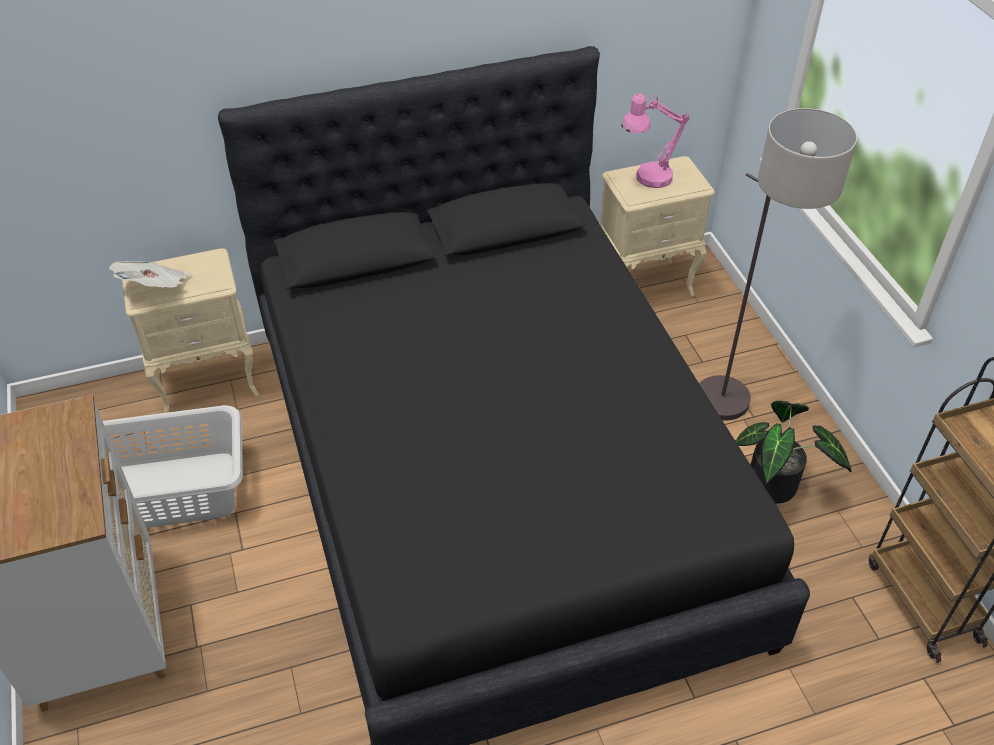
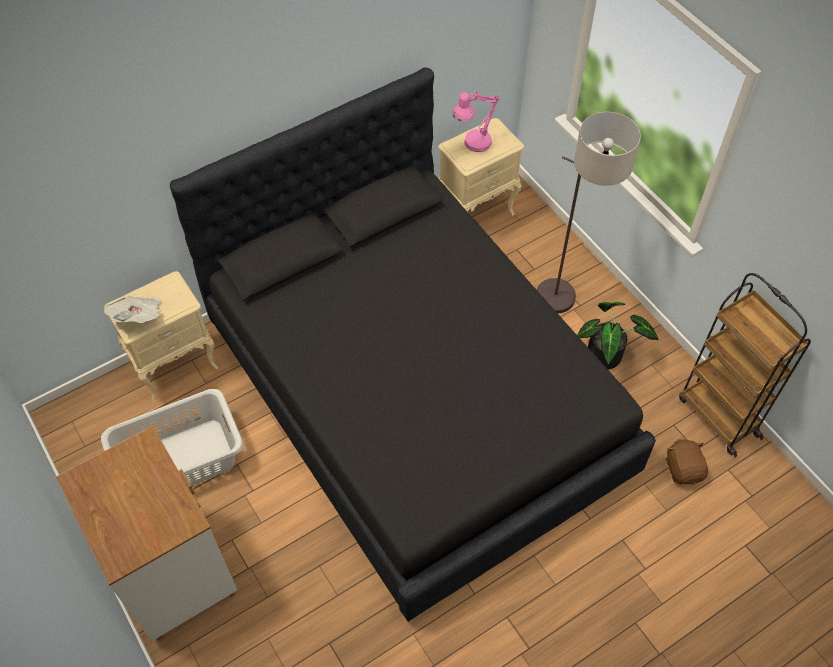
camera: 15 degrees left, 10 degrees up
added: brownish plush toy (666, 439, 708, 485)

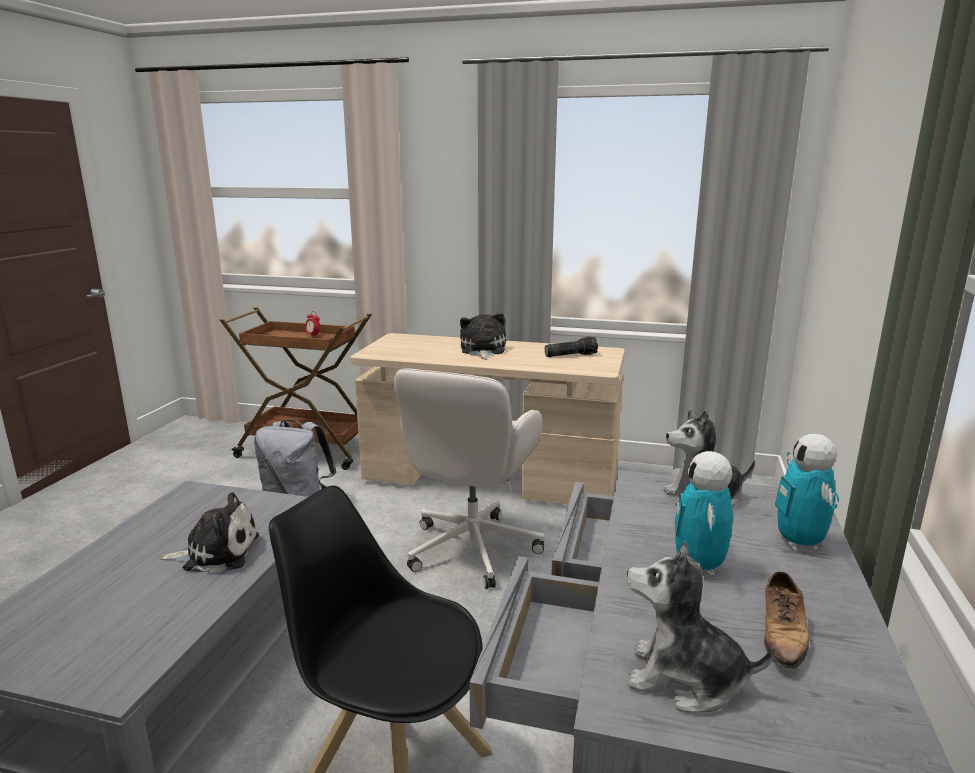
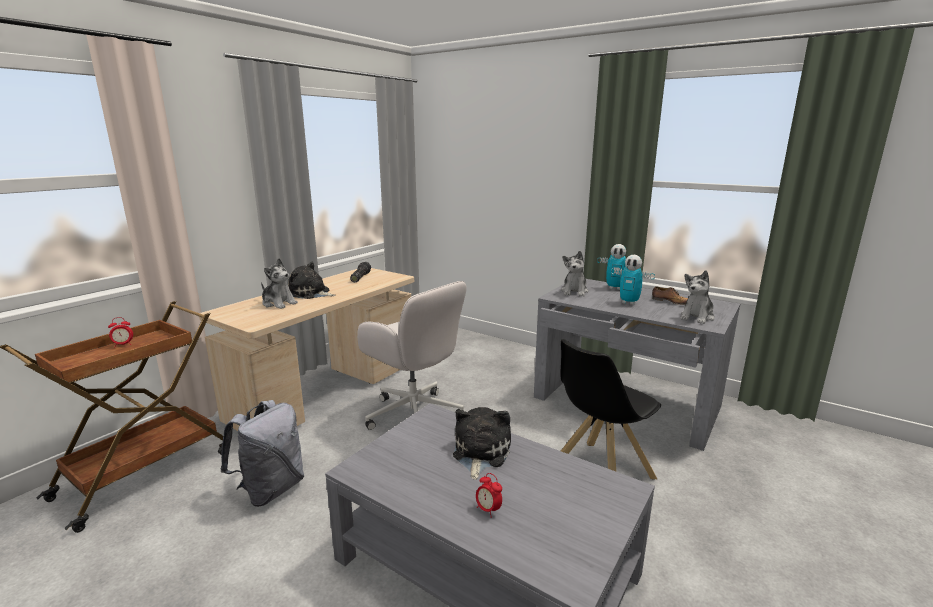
camera: 70 degrees left, 0 degrees up
added: plush toy (261, 258, 298, 309); table clock (476, 473, 502, 518)

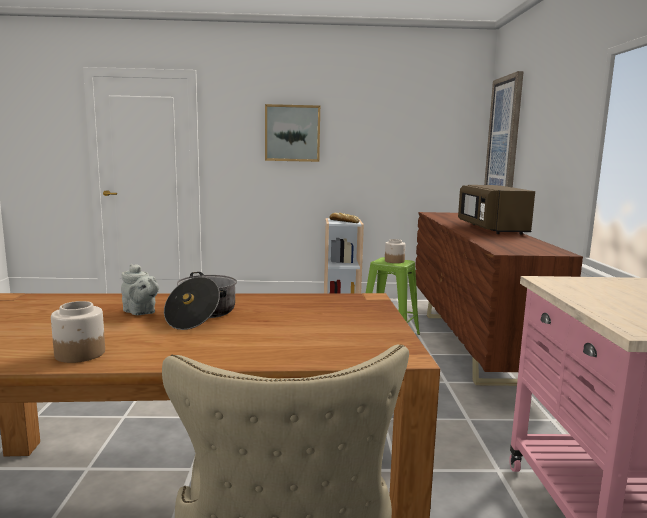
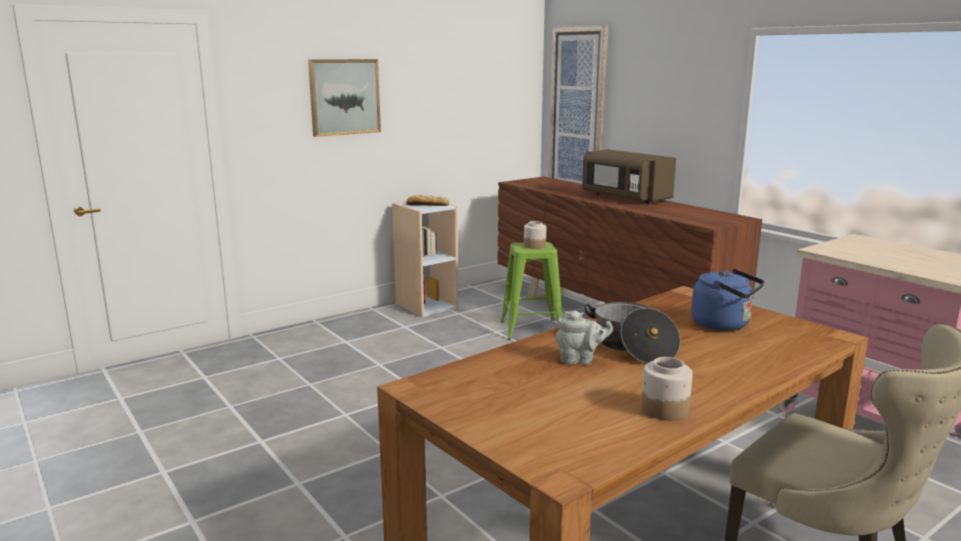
camera: 35 degrees left, 5 degrees up
added: blue-coloured kettle (691, 269, 764, 331)

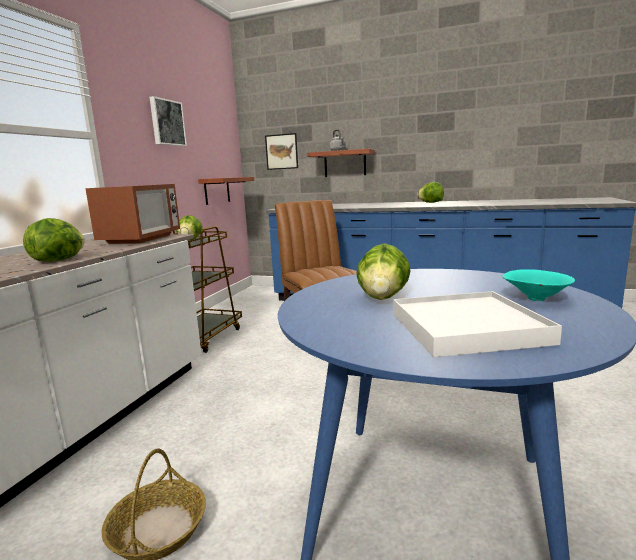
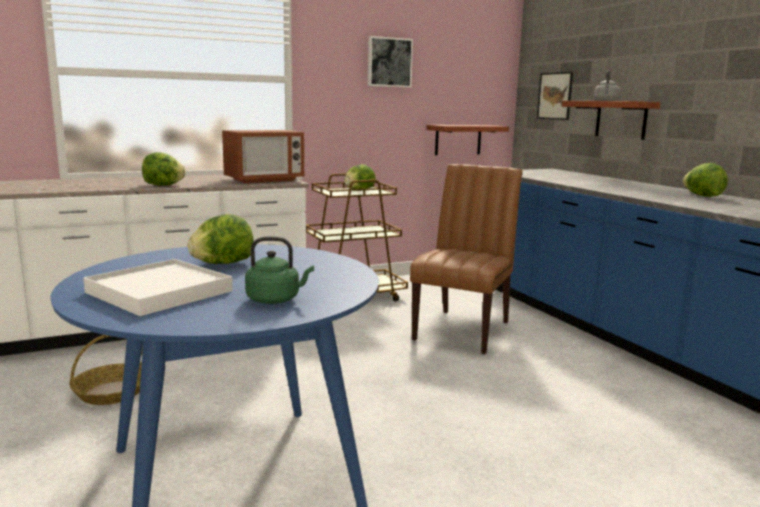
camera: 45 degrees right, 0 degrees up
replaced: blue-green bowl (502, 269, 575, 301) to greenish kettle (245, 237, 314, 304)

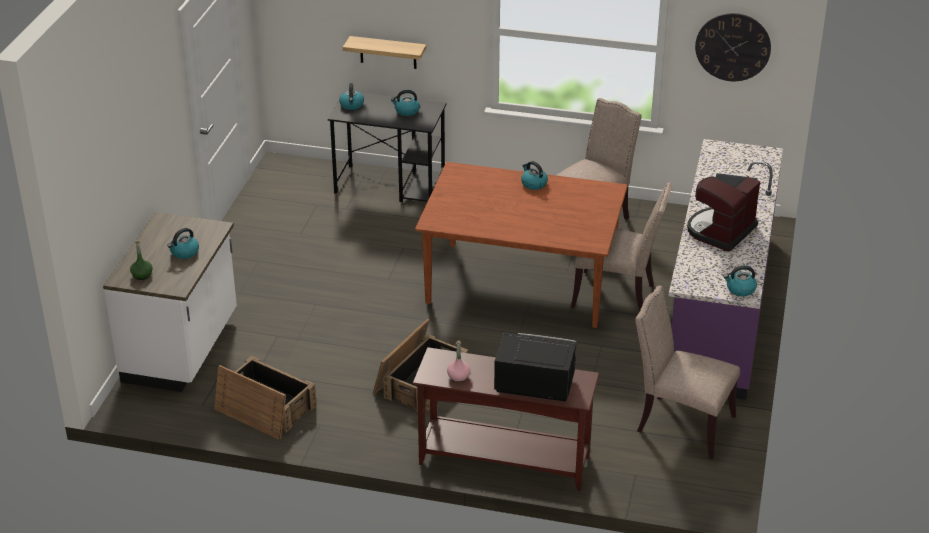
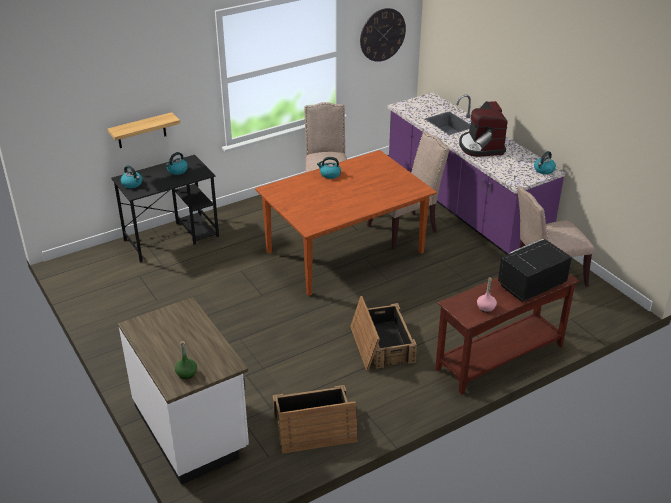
camera: 45 degrees left, 0 degrees up
removed: kettle (167, 228, 199, 259)

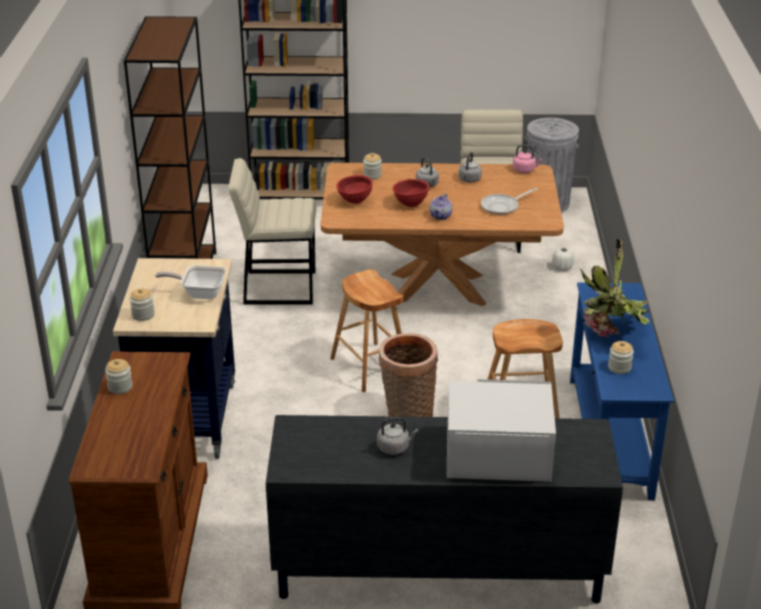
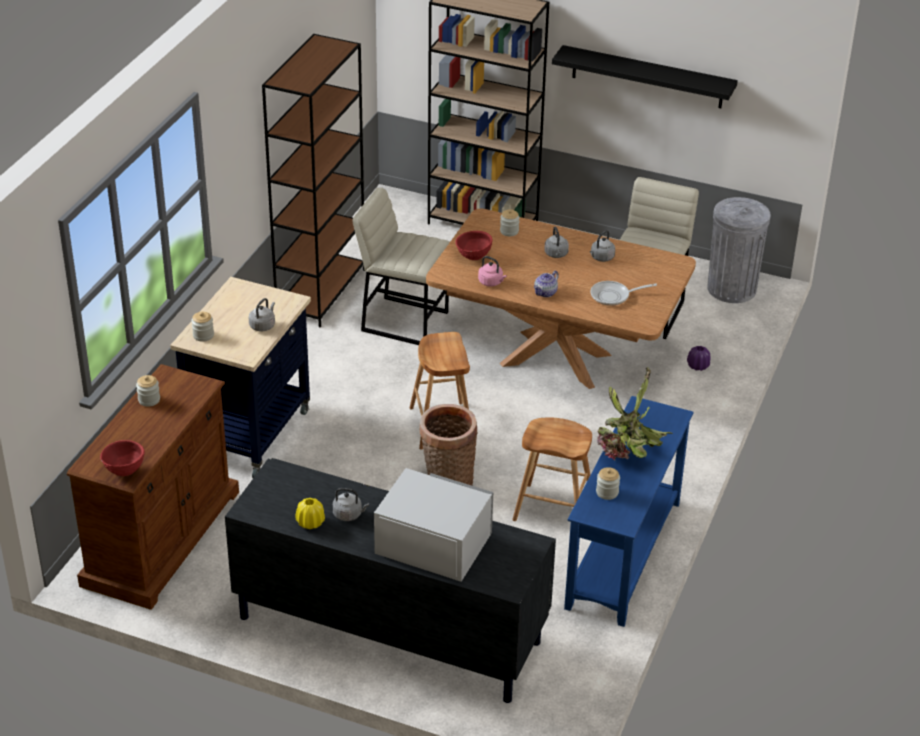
camera: 20 degrees right, 5 degrees up
added: black bracket shelf (552, 45, 738, 108); yellow flower vase (295, 498, 325, 529)
moved: pinkish kettle (513, 145, 542, 173) to (478, 256, 507, 287); red bowl (393, 179, 429, 207) to (100, 440, 145, 476)
replaced: frying pan (155, 266, 226, 299) to greyish kettle (249, 298, 275, 331)
recoloured: white-coloured flower vase (552, 248, 574, 271) to purple-coloured flower vase (687, 346, 711, 371)

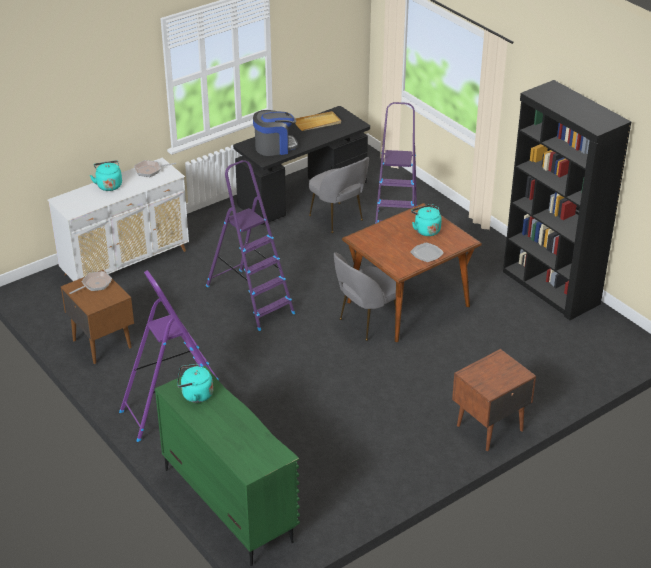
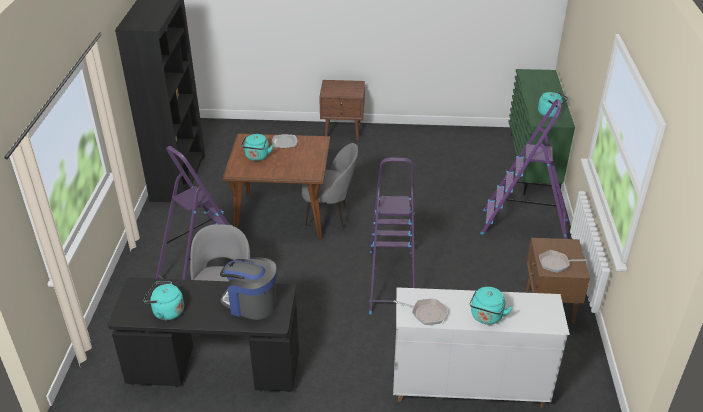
camera: 140 degrees left, 0 degrees up
replaced: sand-coloured tray (295, 111, 341, 131) to blue-green kettle (143, 281, 184, 320)

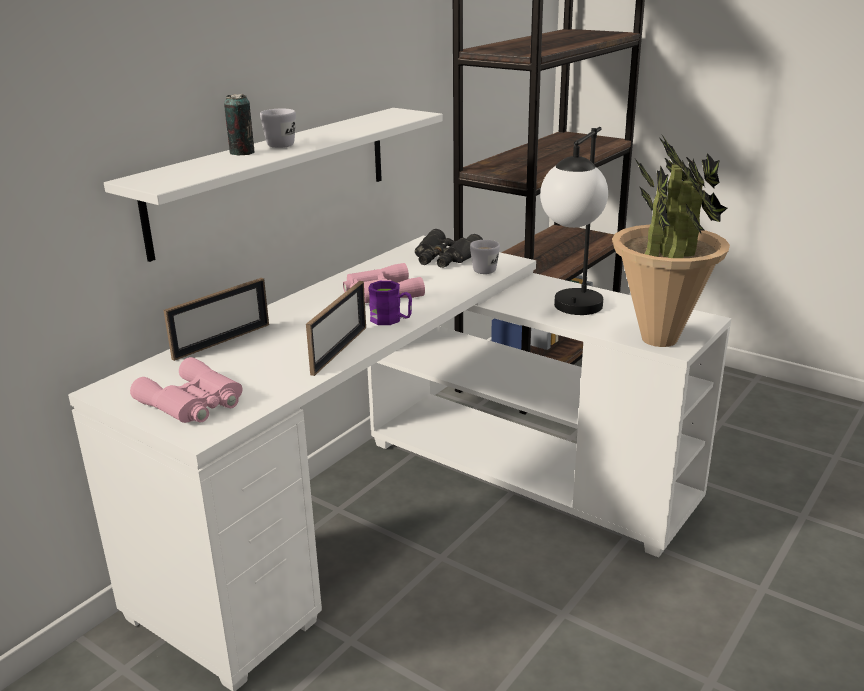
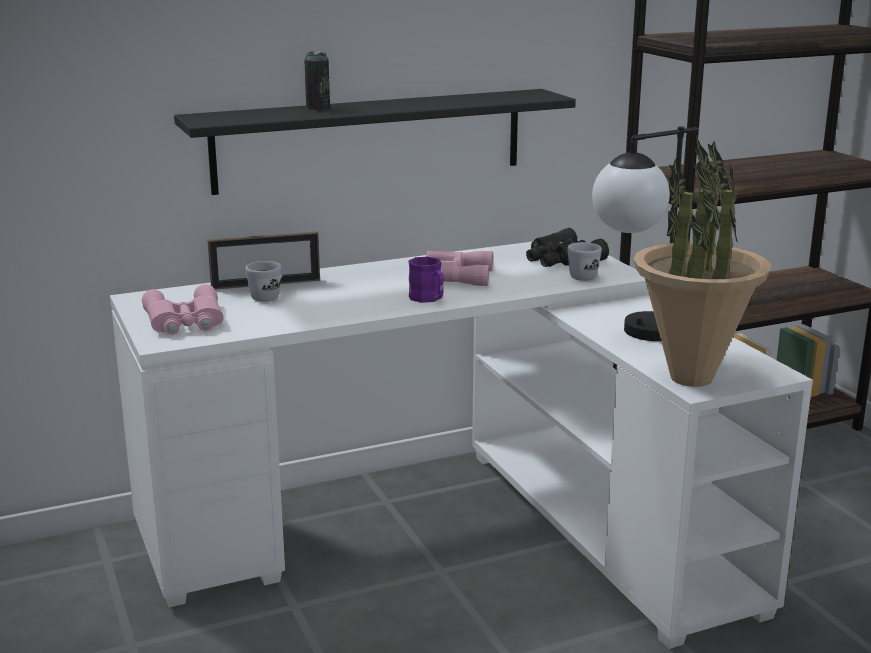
camera: 30 degrees right, 5 degrees down
removed: standing frame (306, 281, 366, 376)
moved: white-coloured tea mug (260, 109, 296, 148) to (245, 261, 283, 302)
recoloured: white-coloured bracket shelf (104, 108, 443, 262) to black bracket shelf (174, 89, 576, 195)

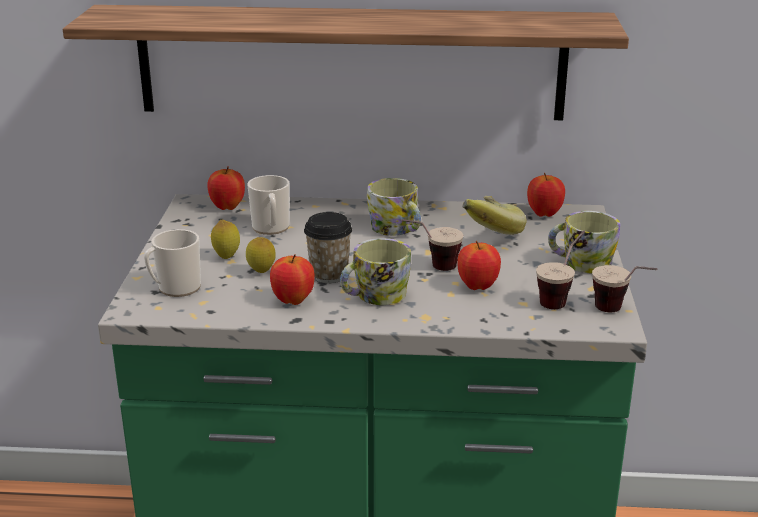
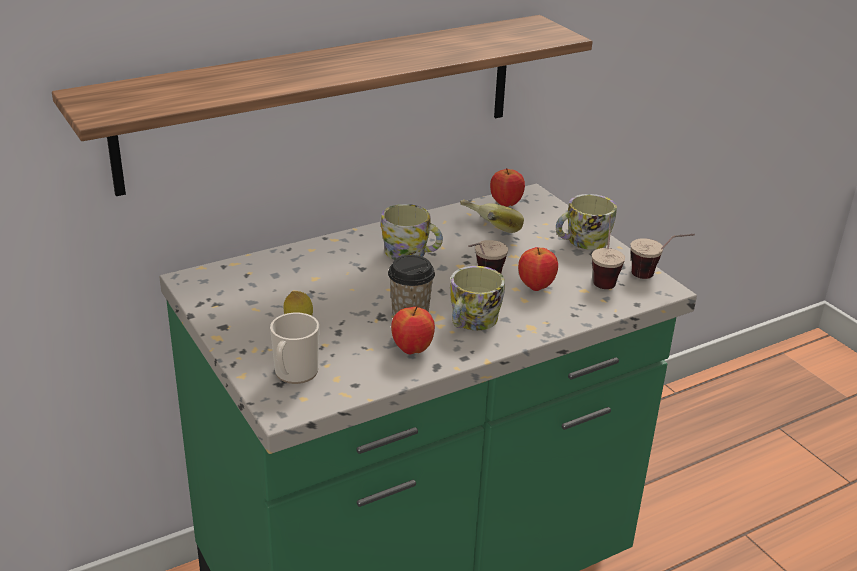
camera: 35 degrees left, 5 degrees up
removed: apple fruit (207, 167, 245, 210); tea mug (248, 175, 290, 235); lemon (246, 237, 276, 273)

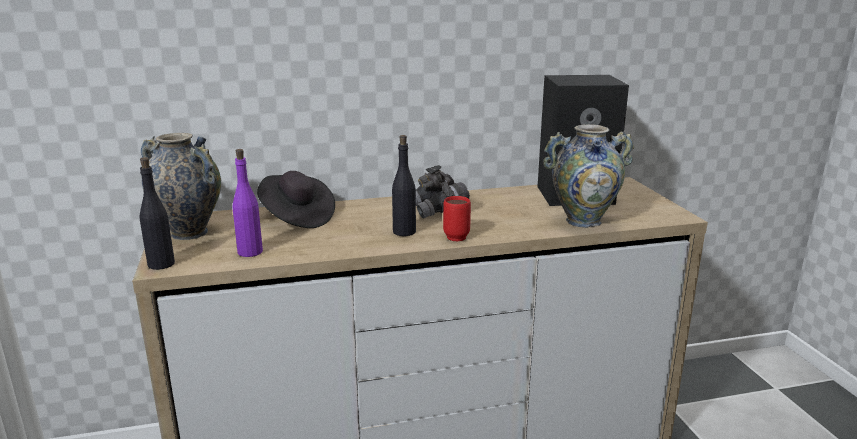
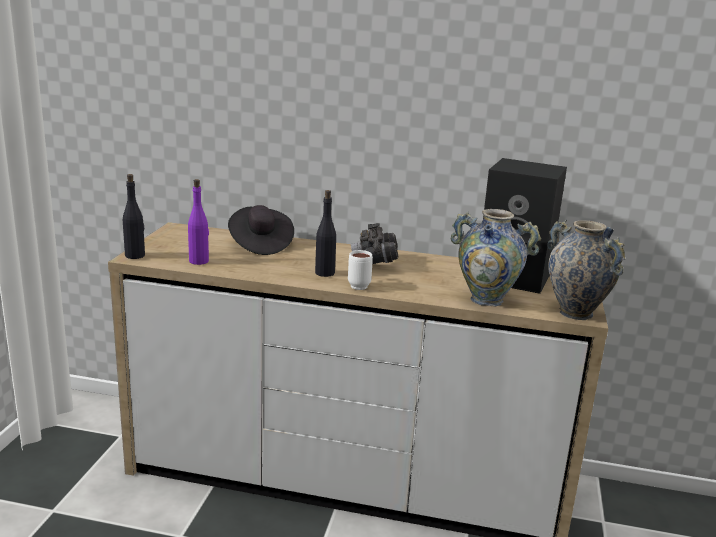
camera: 25 degrees right, 0 degrees up
moved: flower vase (141, 133, 221, 240) to (547, 220, 625, 320)
recoloured: red tea mug (443, 196, 471, 241) to white-coloured tea mug (348, 250, 373, 290)

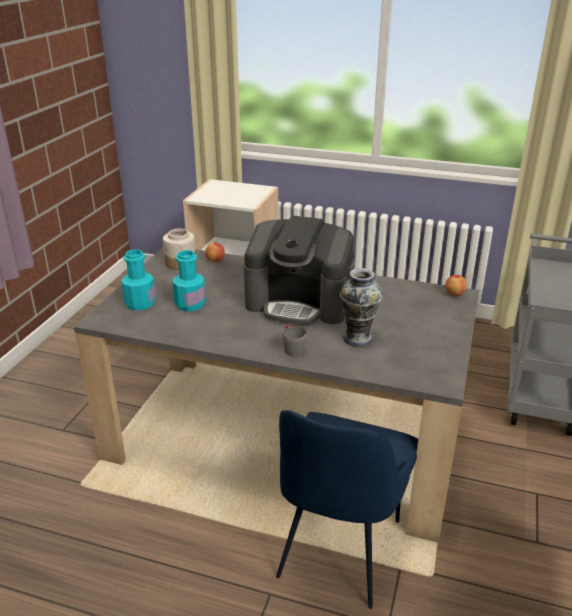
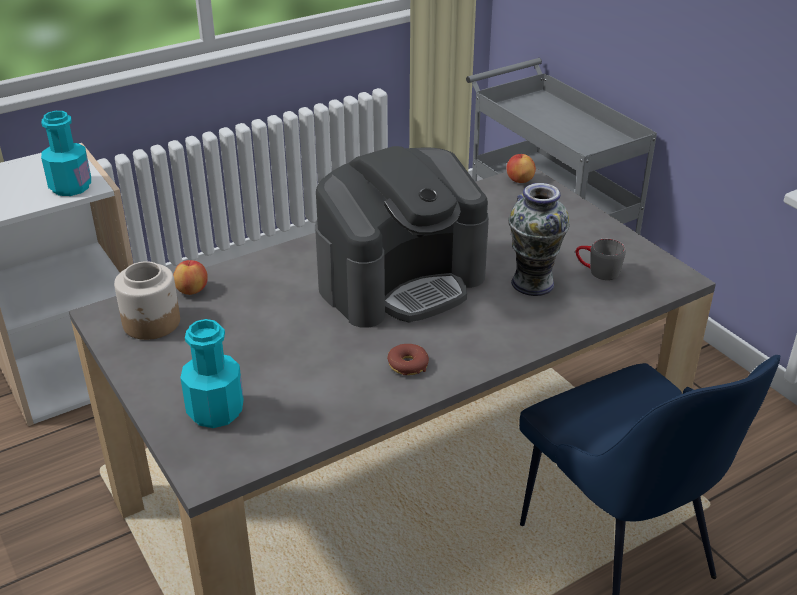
camera: 50 degrees left, 5 degrees up
added: donut (387, 344, 429, 375)
moved: blue-green beverage bottle (172, 250, 206, 311) to (41, 111, 91, 196); greyish tea mug (283, 325, 307, 356) to (575, 238, 626, 280)

